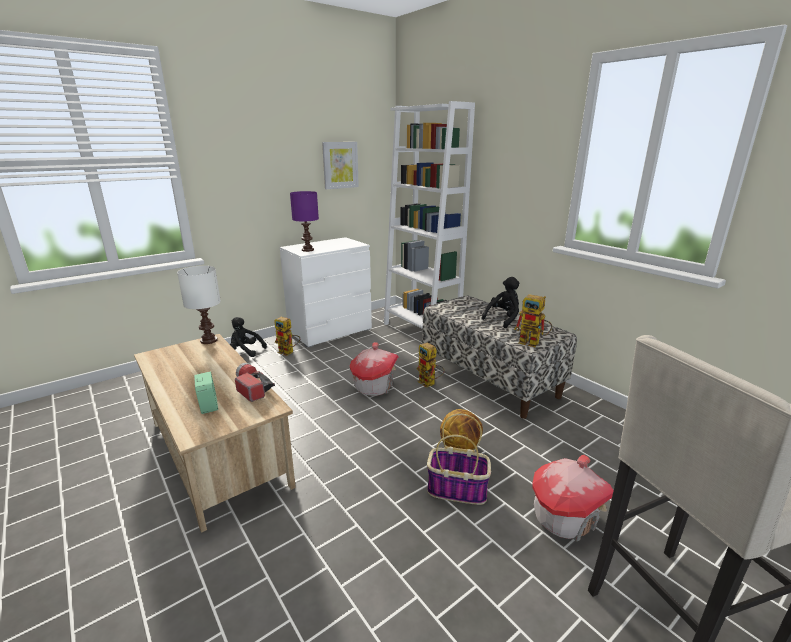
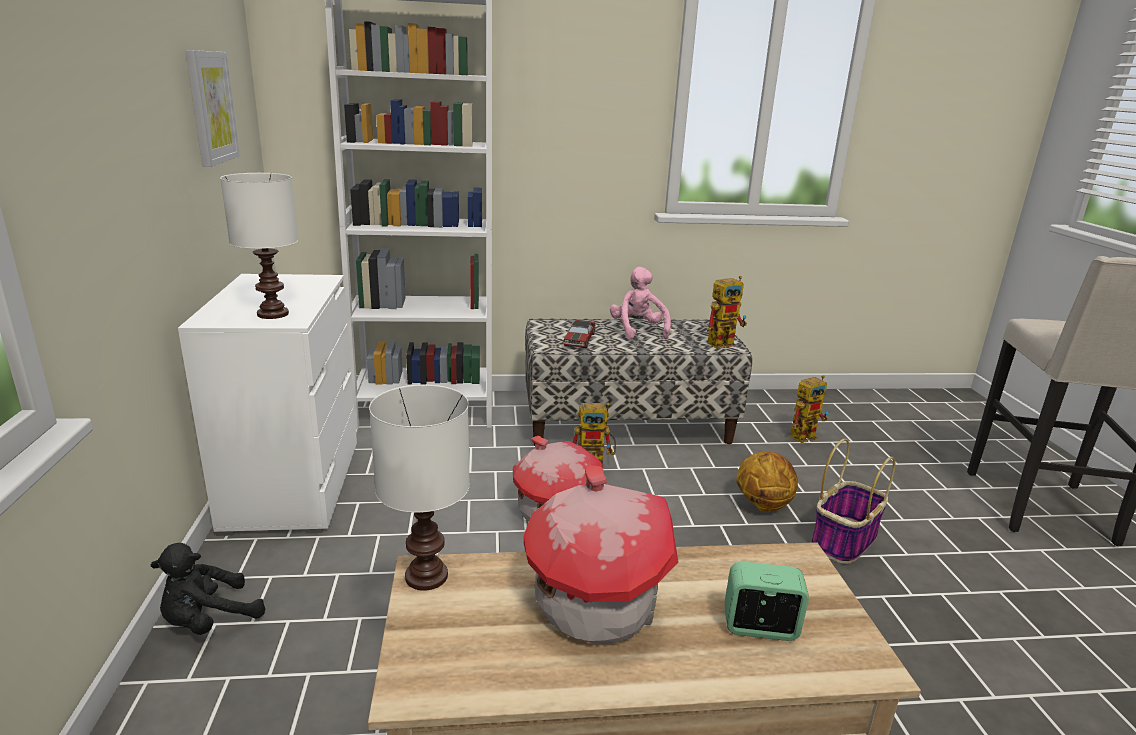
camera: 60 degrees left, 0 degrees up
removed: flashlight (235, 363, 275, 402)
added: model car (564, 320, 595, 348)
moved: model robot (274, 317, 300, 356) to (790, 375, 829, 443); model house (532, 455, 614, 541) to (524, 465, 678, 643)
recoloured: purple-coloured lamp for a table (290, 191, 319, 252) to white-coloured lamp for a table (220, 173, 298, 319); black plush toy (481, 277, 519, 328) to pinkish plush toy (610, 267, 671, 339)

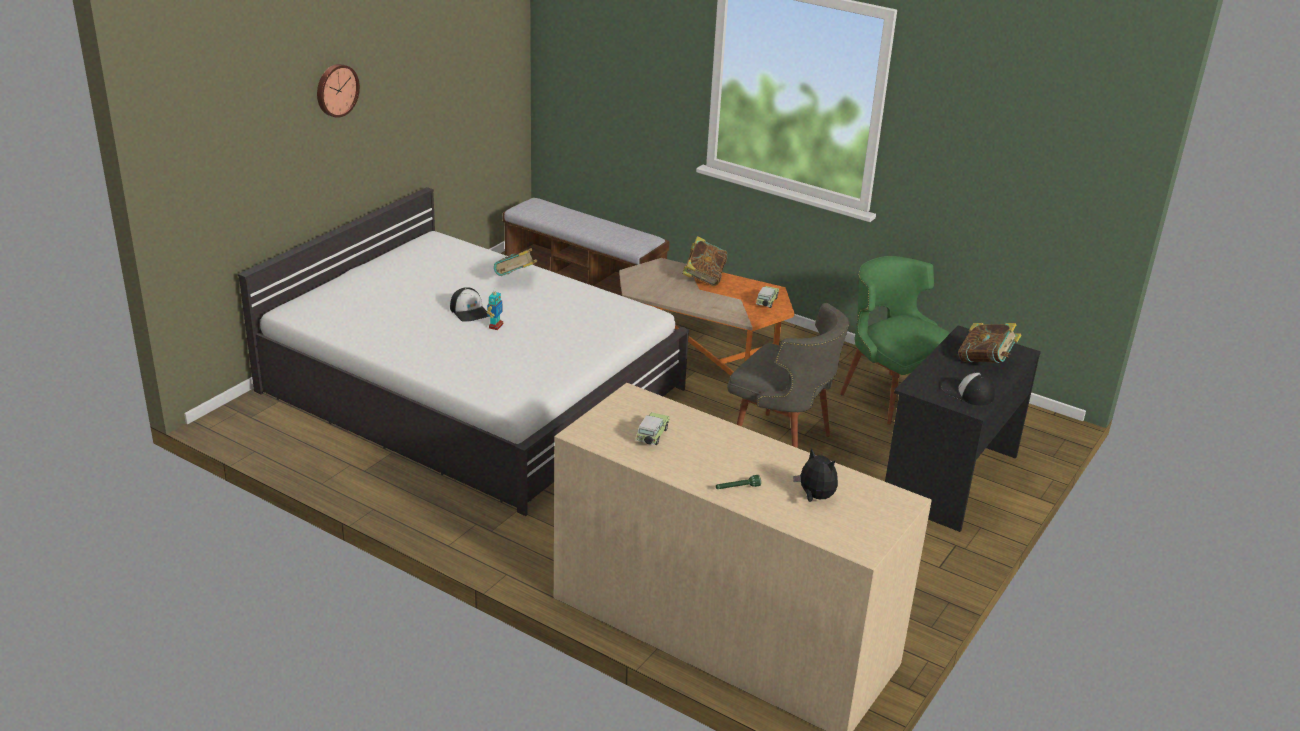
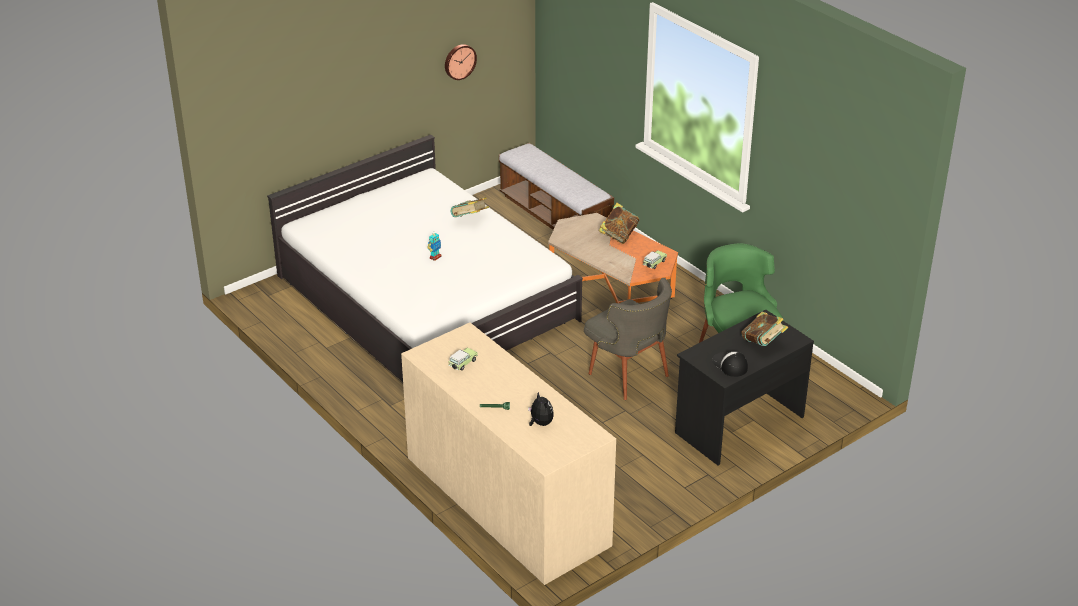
camera: 20 degrees right, 5 degrees up
removed: baseball cap (450, 287, 488, 322)
moved: hanging clock (317, 64, 360, 118) to (445, 44, 477, 80)

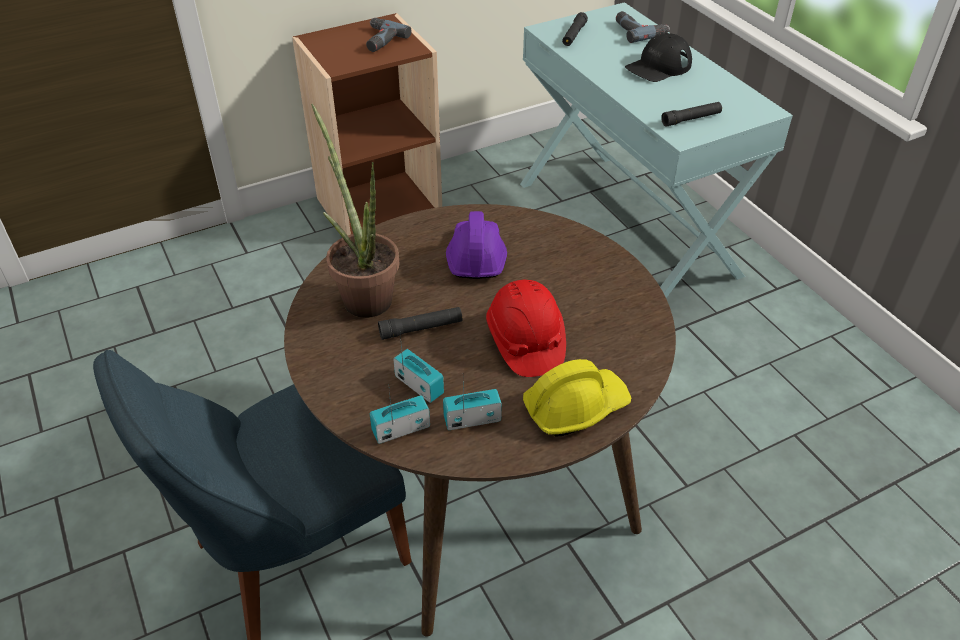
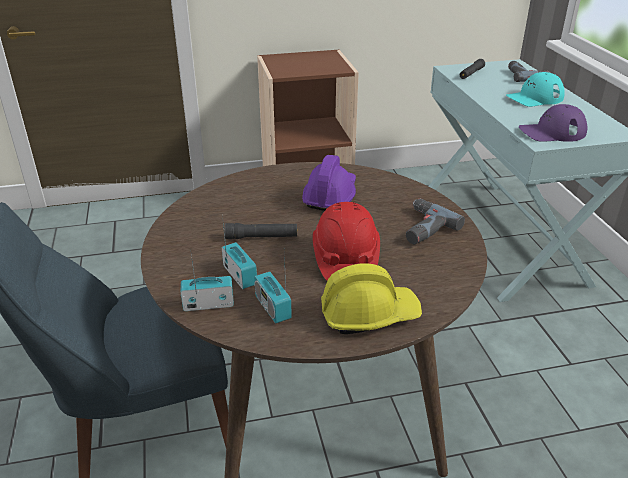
camera: 15 degrees right, 10 degrees down
removed: plant in a pot (311, 104, 400, 318)
moved: power drill (366, 18, 411, 52) to (406, 198, 465, 245)
replaced: black flashlight (661, 102, 722, 127) to purple-coloured baseball cap (519, 104, 588, 142)
recoloured: black baseball cap (625, 33, 692, 82) to blue-green baseball cap (506, 72, 565, 107)
turned: radio (443, 384, 502, 430) = (254, 253, 292, 323) 120 degrees counterclockwise

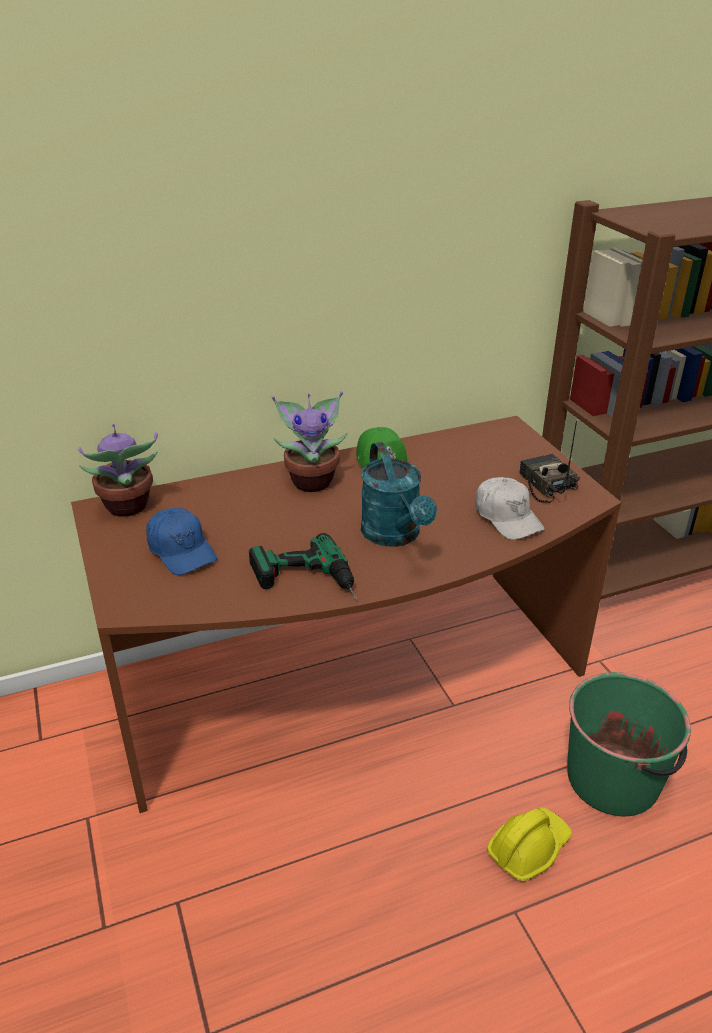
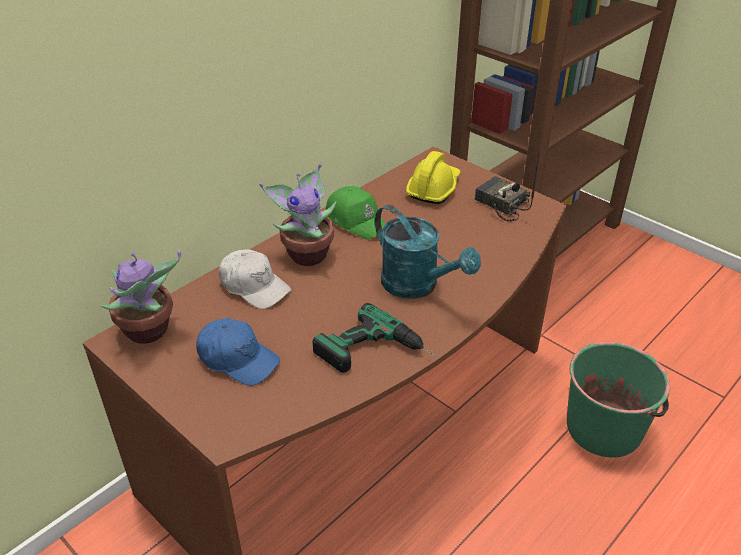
camera: 25 degrees left, 5 degrees up
moved: white-coloured baseball cap (475, 477, 545, 540) to (219, 249, 291, 309); yellow work helmet (487, 807, 572, 881) to (406, 151, 460, 204)

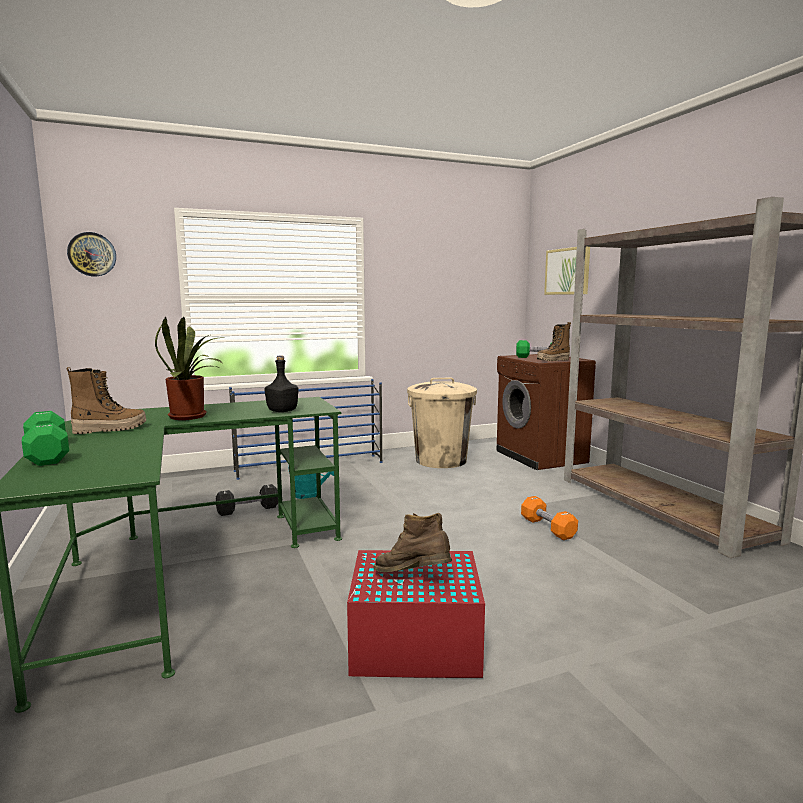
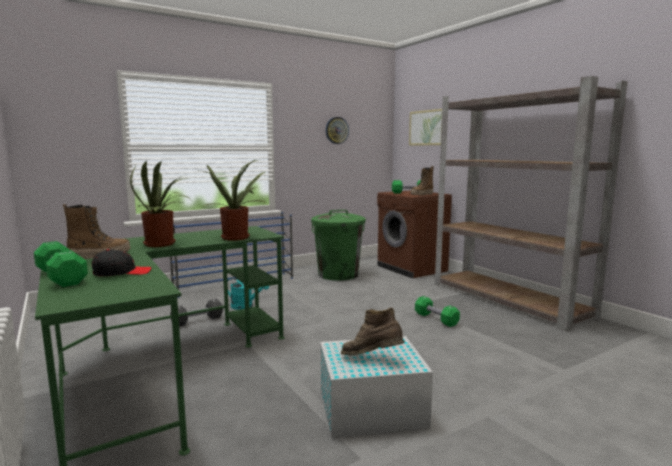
camera: 10 degrees left, 0 degrees up
added: black baseball cap (92, 249, 151, 276)
moved: hanging clock (67, 232, 116, 276) to (326, 117, 349, 144)
replaced: black beverage bottle (264, 356, 298, 412) to plant in a pot (199, 160, 267, 241)
recoloured: sand-coloured trash can (407, 378, 477, 468) to greenish trash can (311, 210, 366, 281); orange dumbbell (521, 496, 578, 540) to greenish dumbbell (415, 296, 460, 327); red storage box (347, 550, 485, 678) to white-coloured storage box (320, 336, 433, 437)

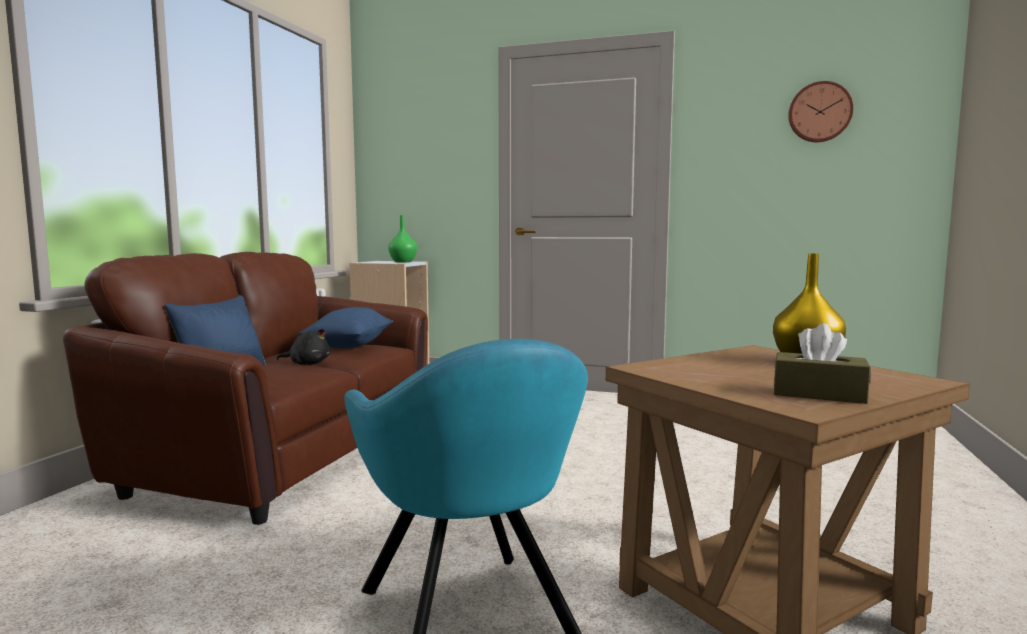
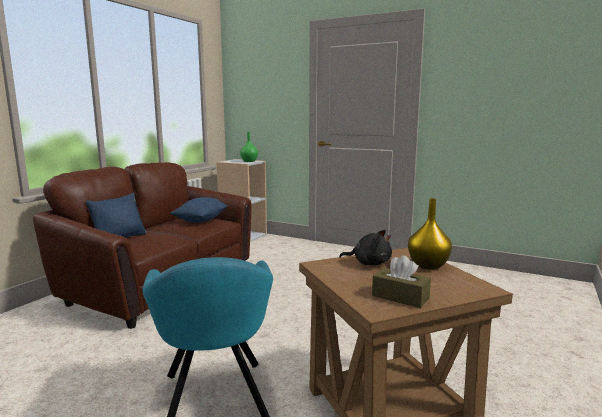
camera: 10 degrees right, 5 degrees up
removed: hanging clock (788, 81, 854, 142)
moved: black plush toy (277, 328, 330, 365) to (339, 230, 392, 265)

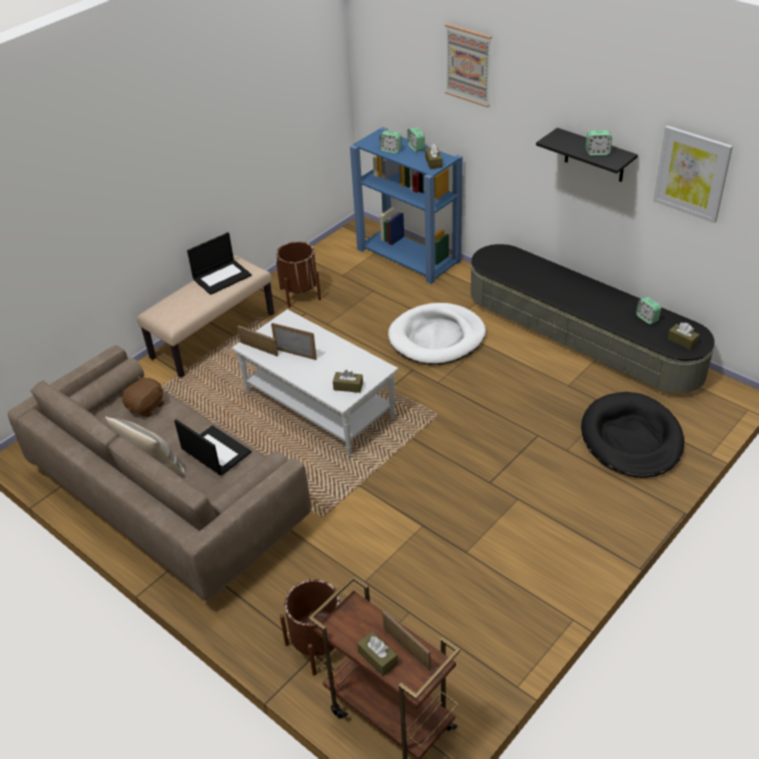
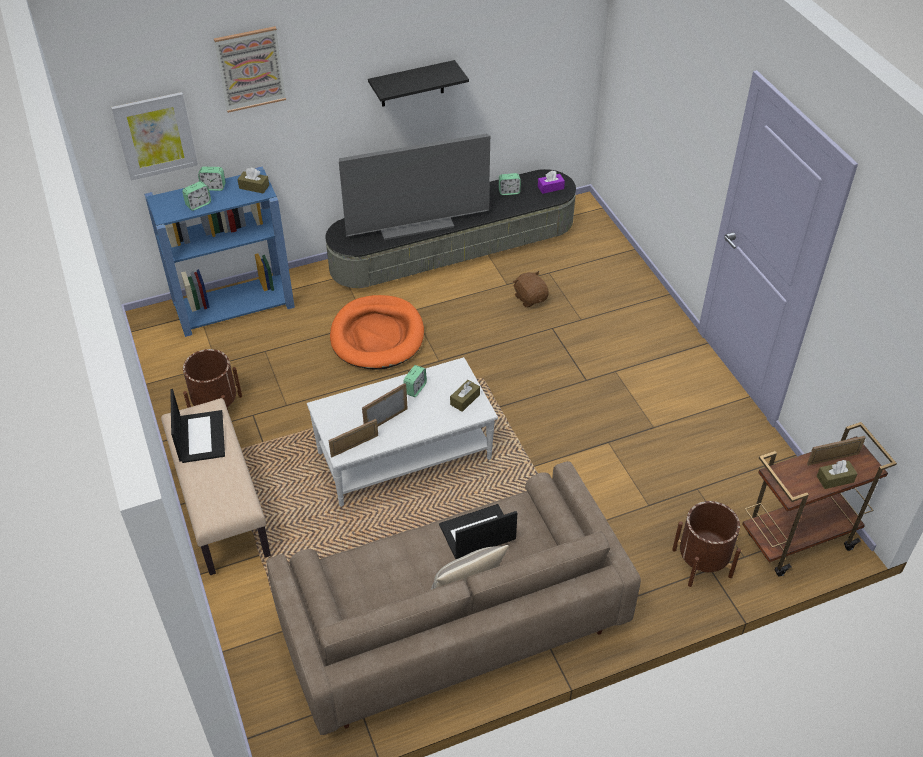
camera: 65 degrees left, 5 degrees up
removed: black pet bed (581, 392, 684, 478)
added: TV (339, 133, 490, 240)
moved: picture (653, 126, 733, 223) to (111, 92, 198, 180); table clock (586, 130, 612, 155) to (403, 365, 427, 397); brownish plush toy (122, 376, 164, 417) to (513, 271, 549, 307)
recoloured: white-coloured pet bed (388, 303, 486, 365) to orange pet bed (330, 295, 424, 370); brownish tissue holder (668, 323, 700, 350) to purple-coloured tissue holder (538, 170, 565, 194)

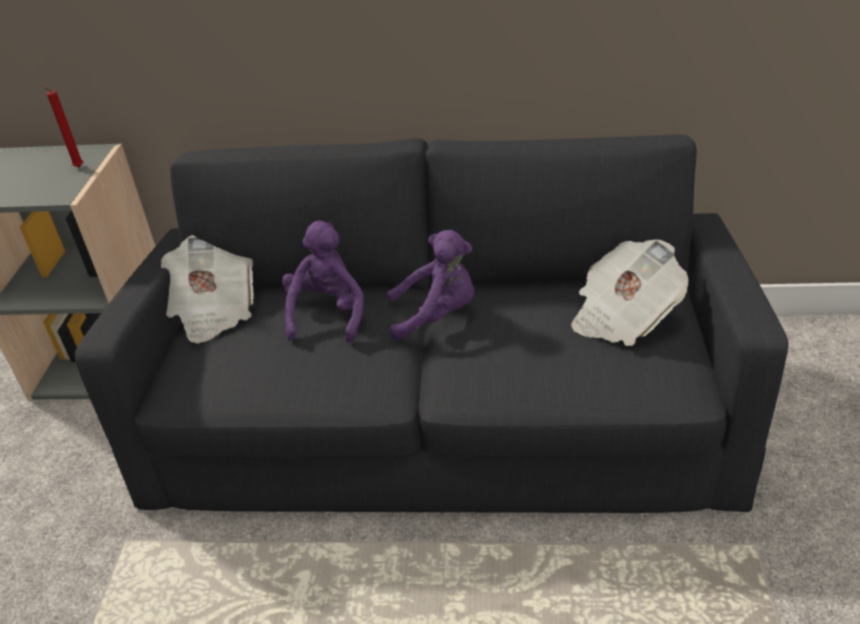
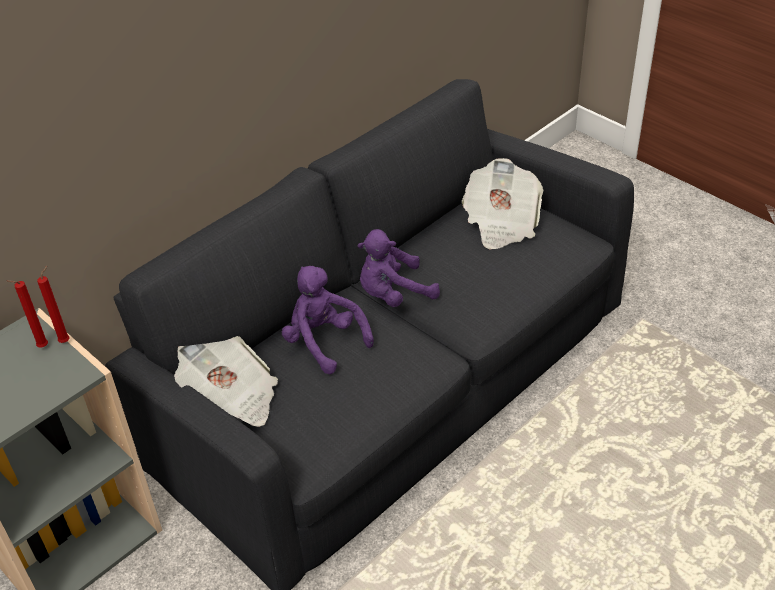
camera: 50 degrees left, 5 degrees up
added: red wax candle (37, 266, 70, 343)
turned: purple-coloured plush toy (387, 230, 474, 341) = (357, 229, 440, 307) 150 degrees counterclockwise

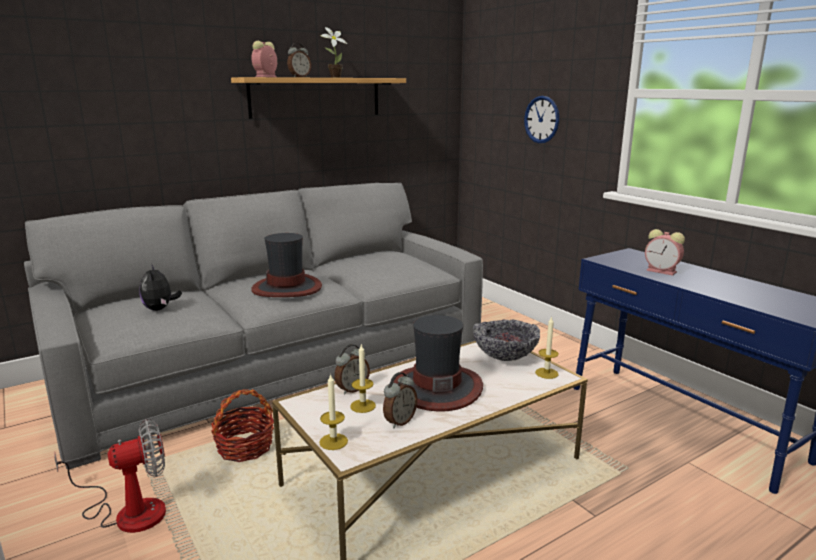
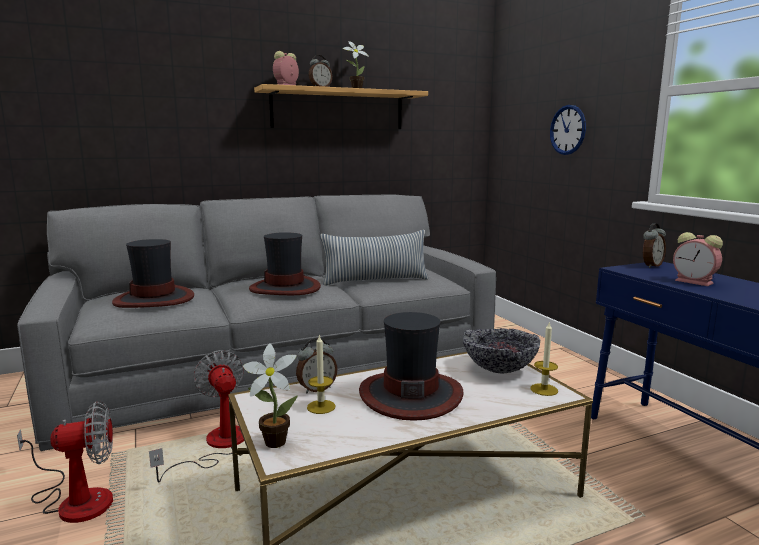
camera: 10 degrees right, 5 degrees down
added: pillow (320, 230, 428, 285)
moved: table clock (383, 372, 417, 428) to (643, 223, 666, 268)
replaced: plush toy (140, 265, 182, 311) to wearable hat (112, 239, 194, 308); wax candle (319, 373, 348, 450) to plant in a pot (243, 343, 298, 448); basket (211, 389, 274, 462) to electric fan (149, 350, 244, 482)

